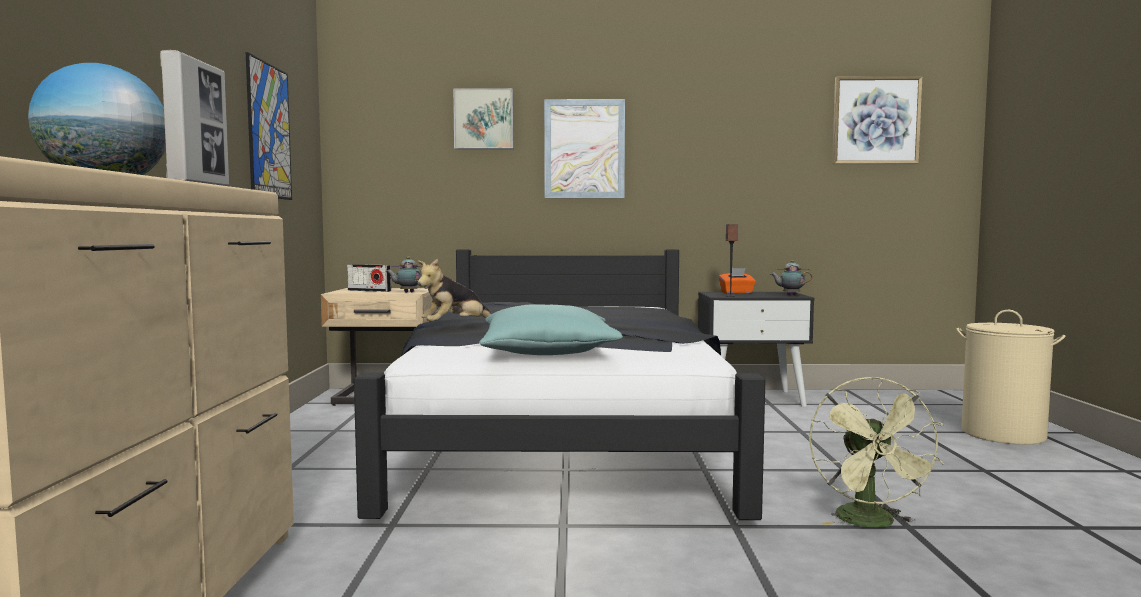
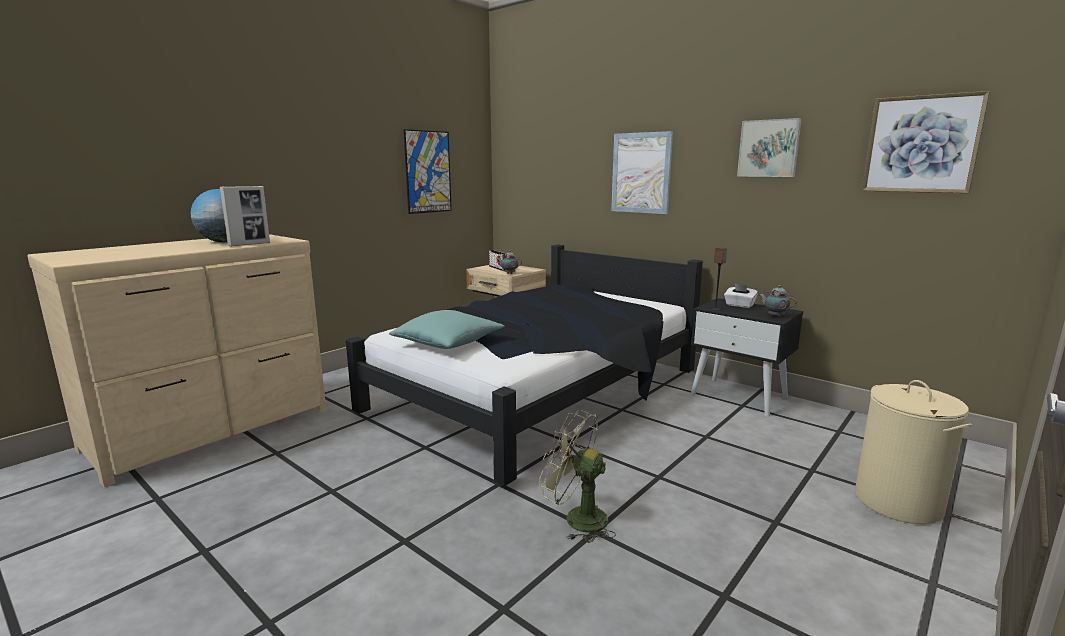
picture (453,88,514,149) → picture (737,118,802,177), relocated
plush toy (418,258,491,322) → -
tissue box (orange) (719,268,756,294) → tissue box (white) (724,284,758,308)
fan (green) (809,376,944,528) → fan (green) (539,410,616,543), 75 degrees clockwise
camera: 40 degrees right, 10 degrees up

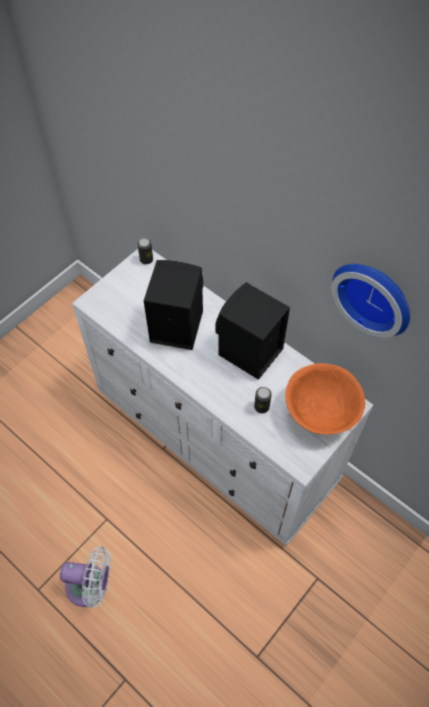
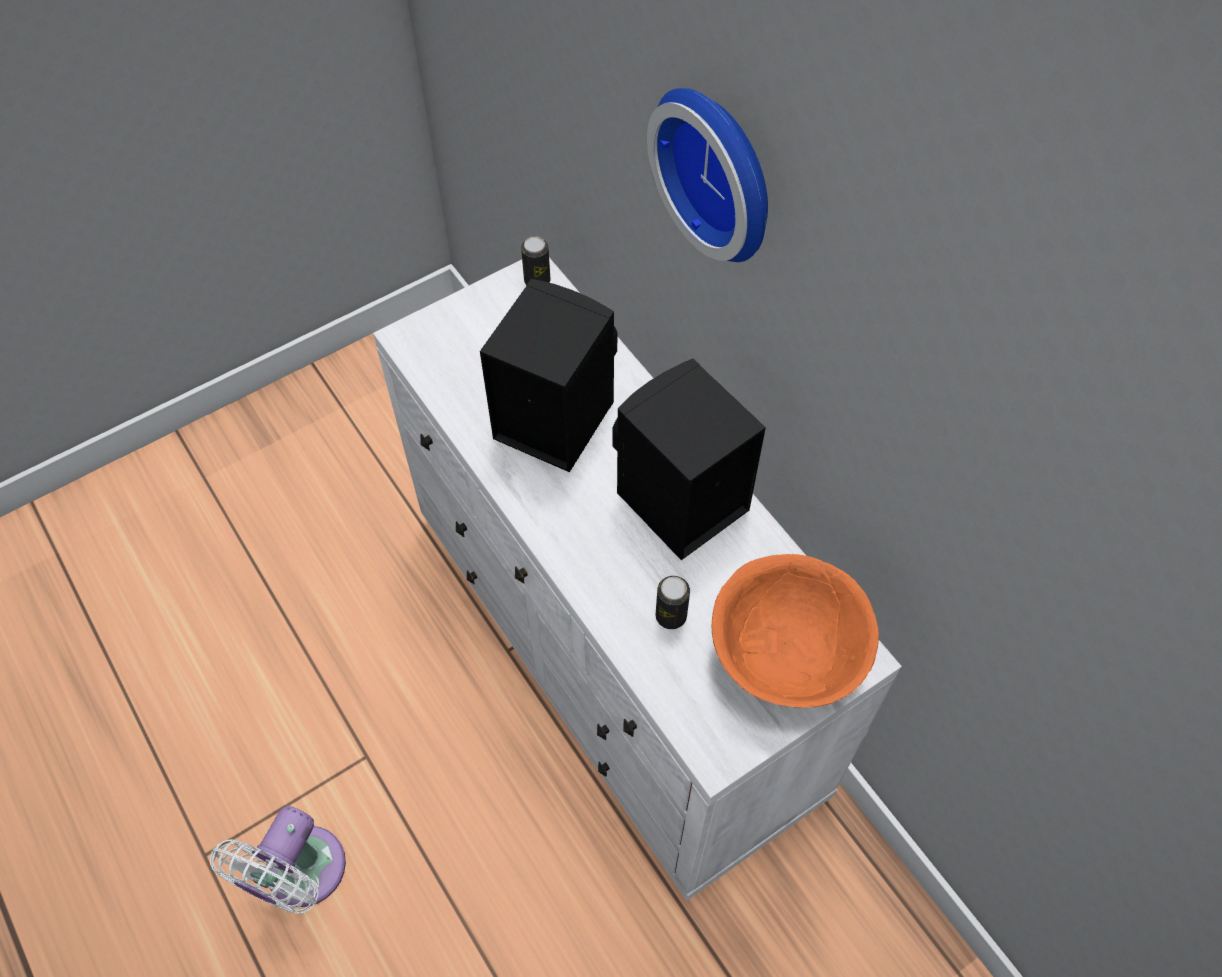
wall clock (331,264,410,338) → wall clock (647,88,768,262), relocated
fan (white) (60,546,111,608) → fan (white) (210,806,346,914), 90 degrees clockwise
camera: 15 degrees right, 0 degrees up

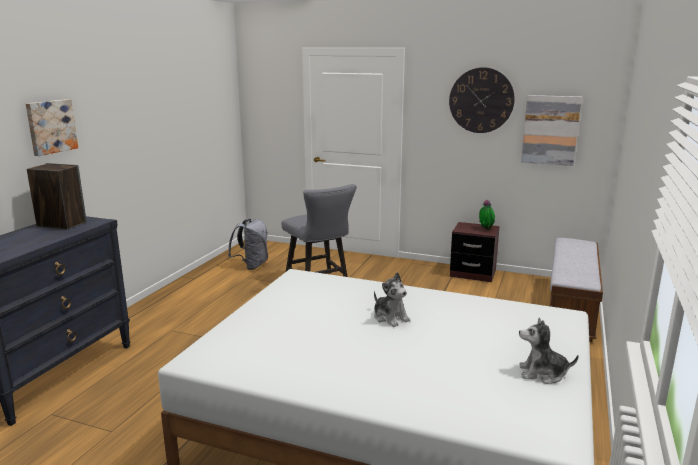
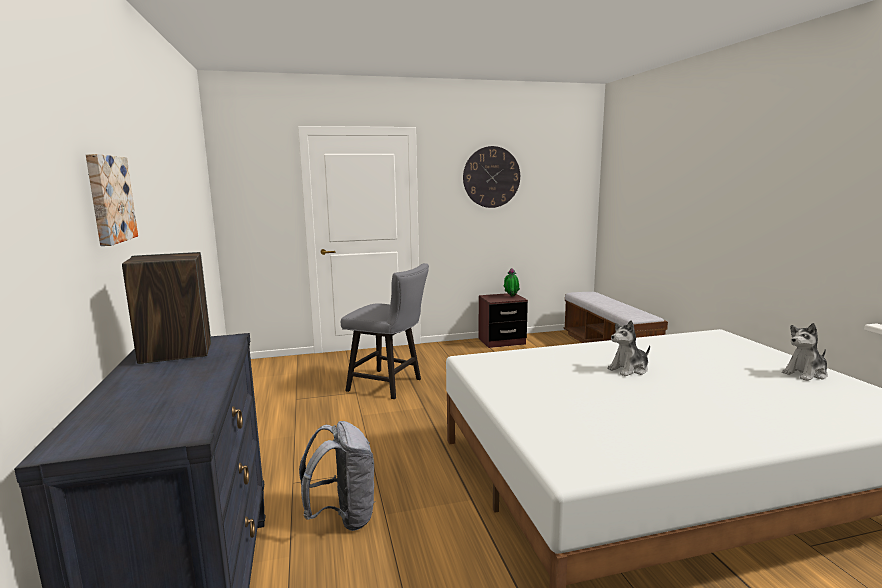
picture (521,95,582,166) → -
backpack (grey) (228,219,268,270) → backpack (grey) (299,421,374,531), relocated
plush toy (374,272,410,327) → plush toy (607,320,650,376), 135 degrees clockwise
camera: 35 degrees left, 5 degrees down

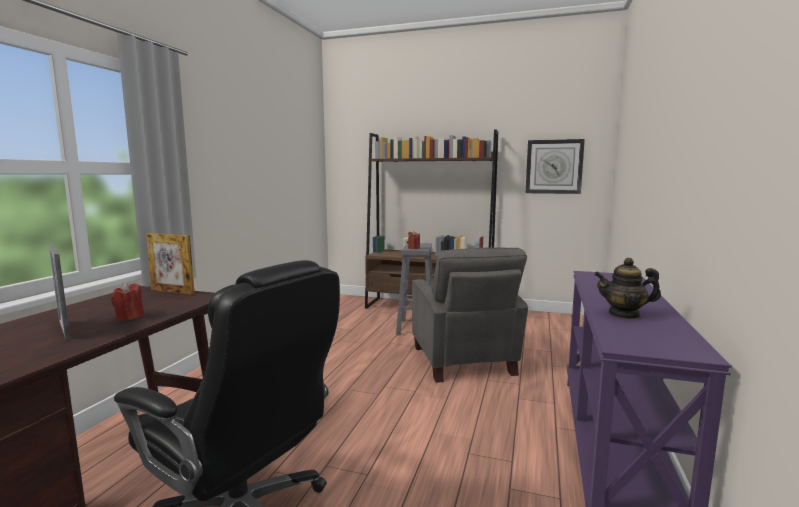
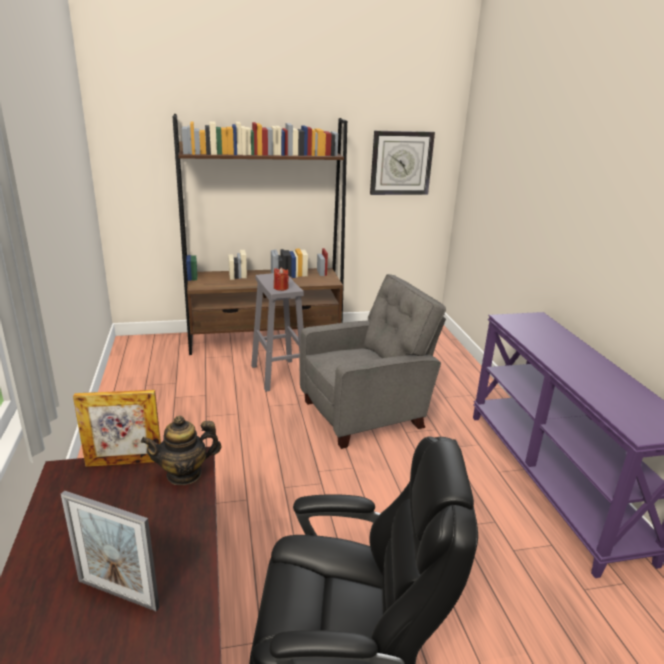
armchair (grey) (412,247,528,383) → armchair (grey) (300,274,446,449), 75 degrees counterclockwise
teapot (594,258,661,319) → teapot (141,416,221,485), relocated
candle (red) (111,283,144,321) → -
camera: 30 degrees left, 15 degrees up

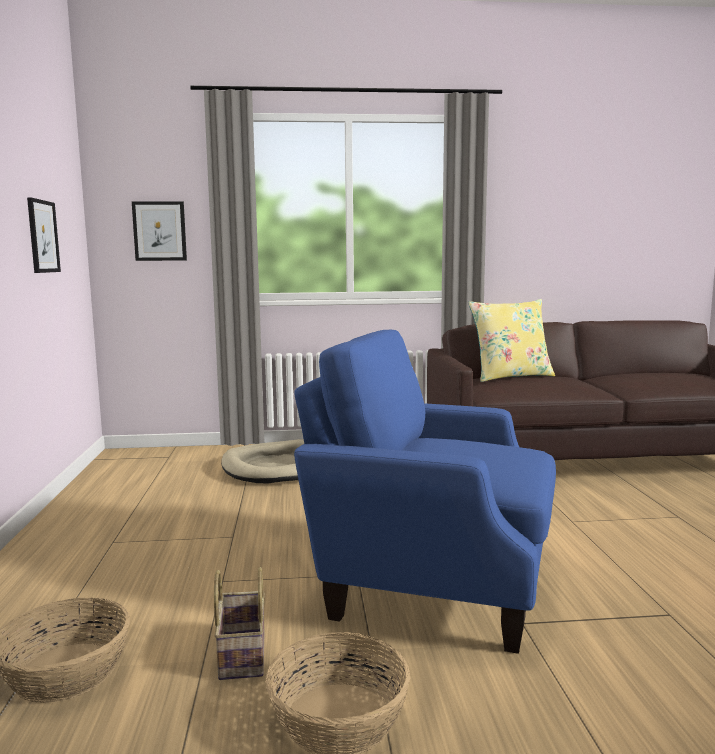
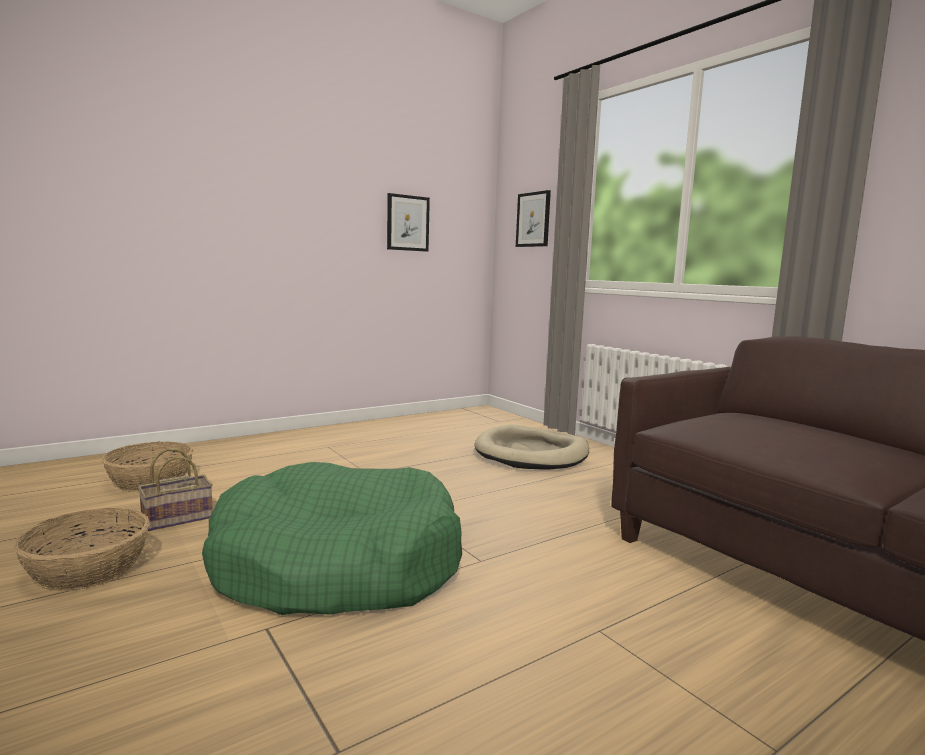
pillow (yellow) (468,299,555,382) → -
armchair (blue) (294,330,556,654) → dog bed (green) (202,462,462,615)
camera: 60 degrees right, 0 degrees up

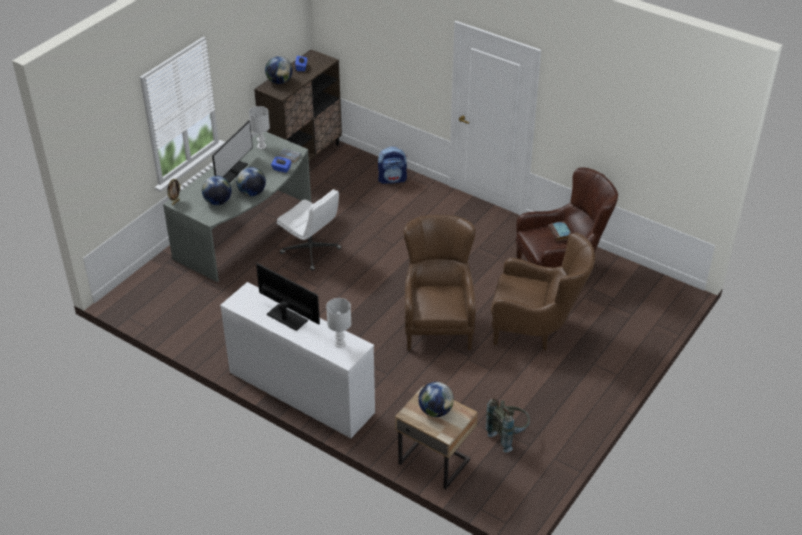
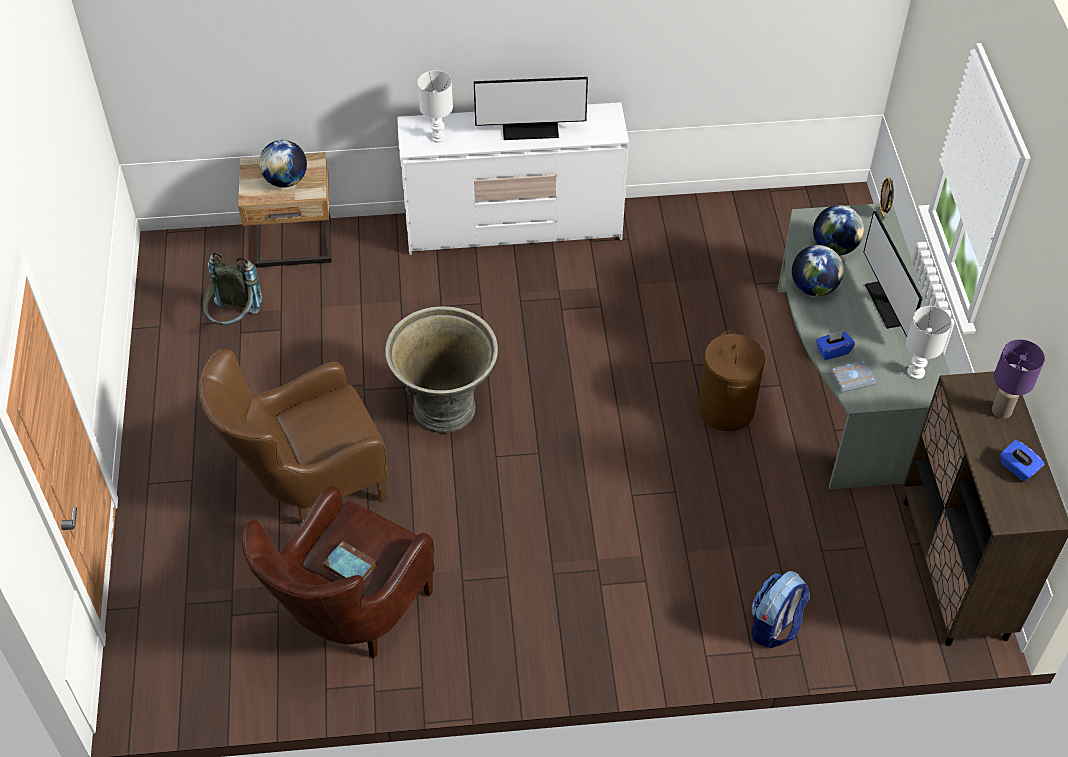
globe (265,56,293,84) → table lamp (purple) (992,339,1045,419)
office chair (white) (277,189,342,271) → laundry basket (brown) (698,330,765,431)
armchair (brown) (404,215,476,350) → planter (grey) (385,306,498,433)
camera: 140 degrees right, 10 degrees up

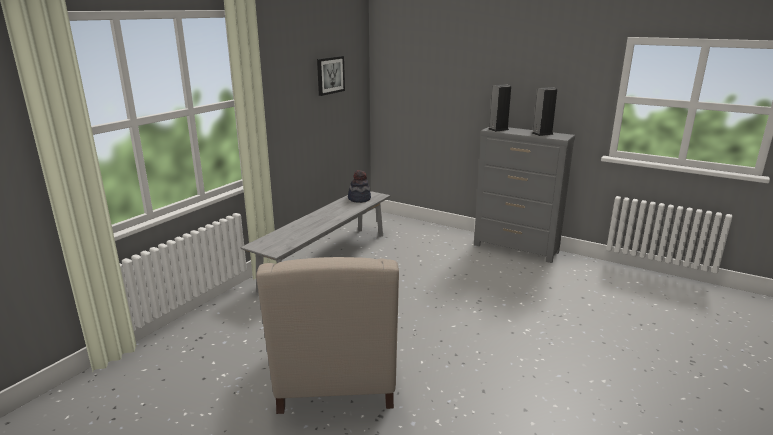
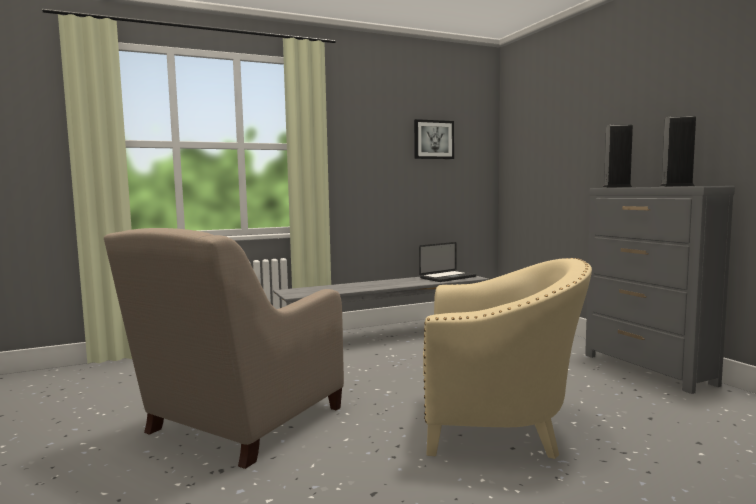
hat (348,170,371,203) → laptop (419,242,477,282)
- → armchair (beige) (423,258,592,459)
camera: 35 degrees right, 15 degrees down

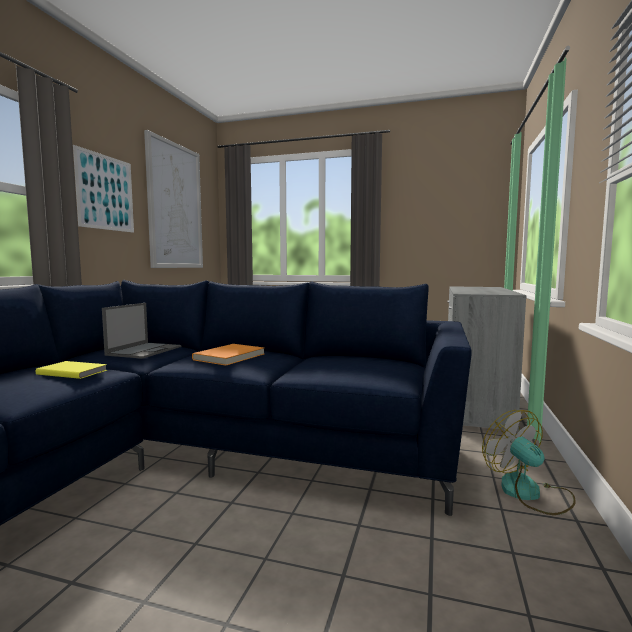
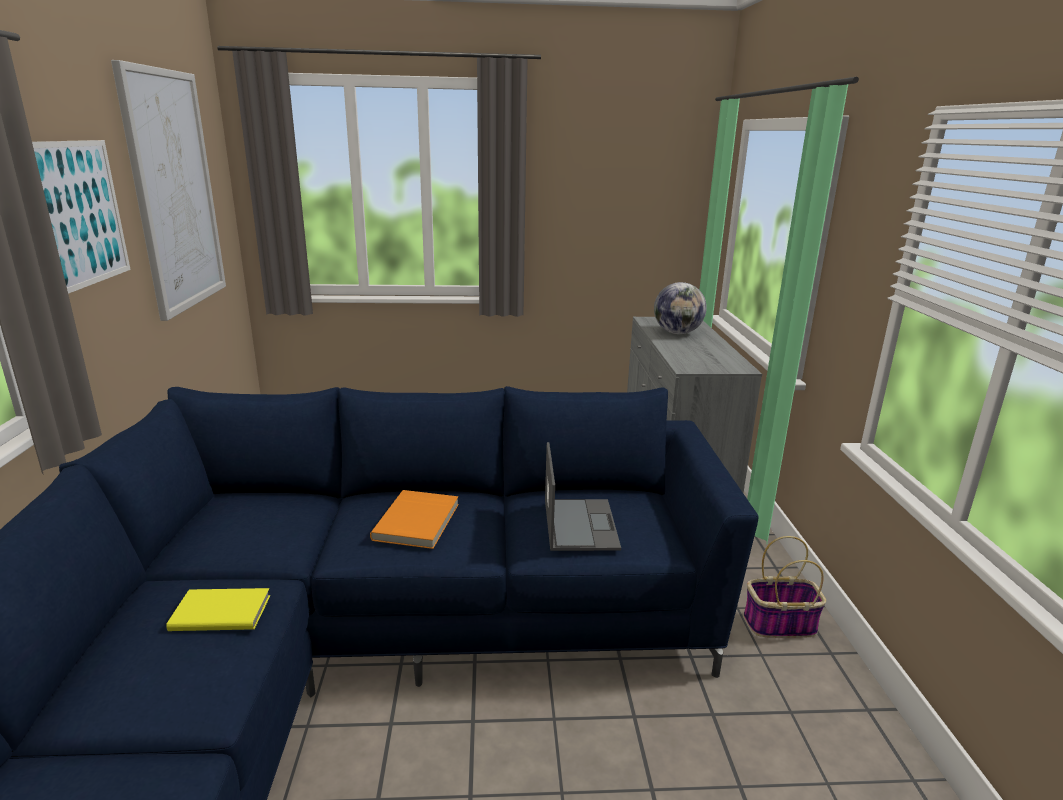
laptop (102,303,181,359) → laptop (545,442,621,551), relocated
fan (482,410,576,515) → basket (743,536,826,638)
- → globe (654,282,707,334)
camera: 20 degrees left, 15 degrees up

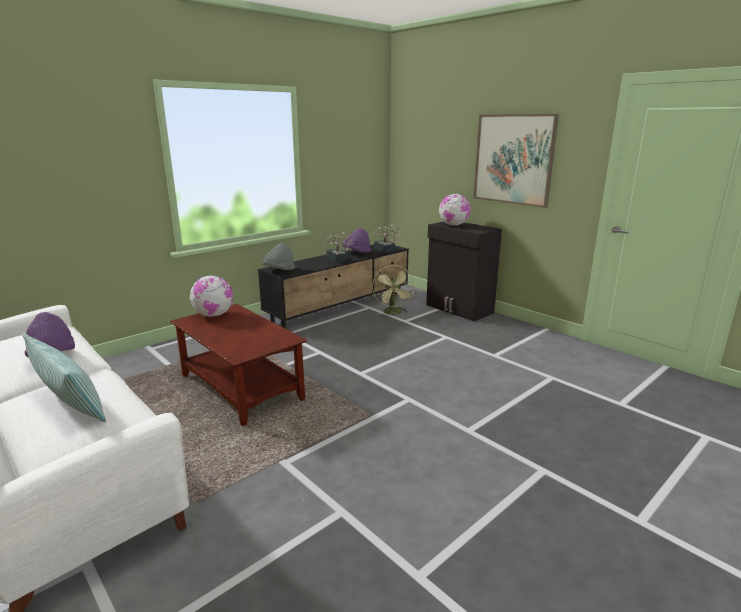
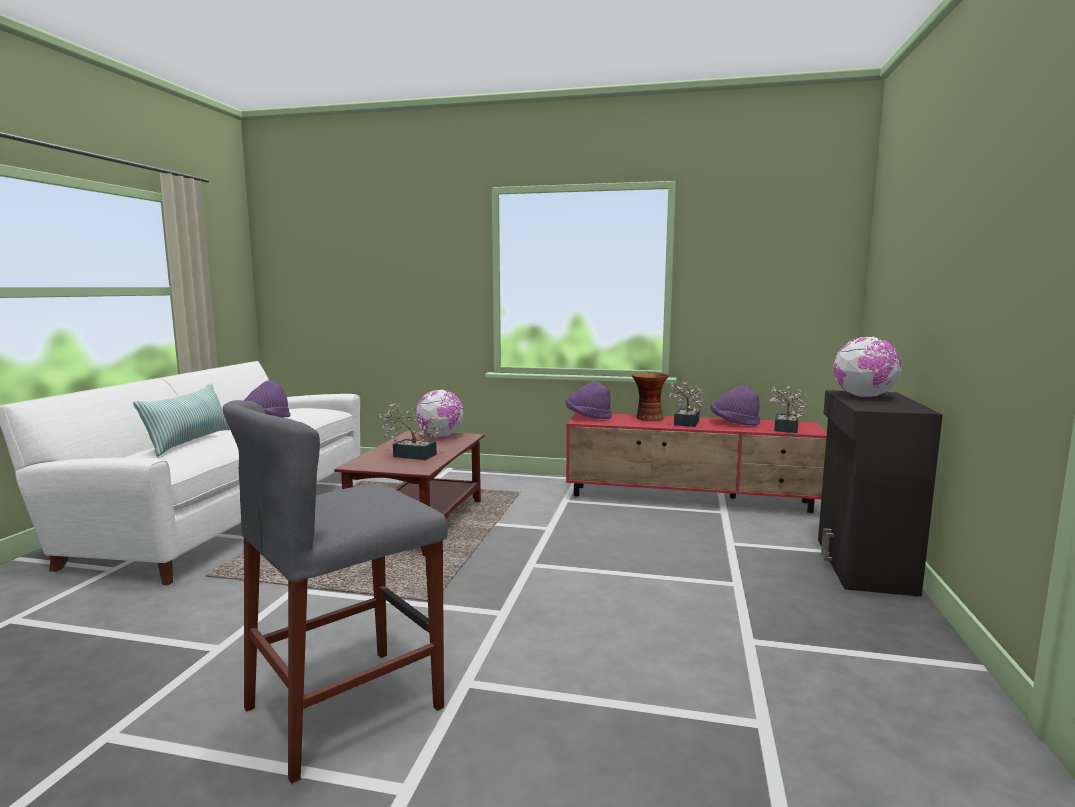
picture (473,114,559,208) → -
hat (grey) (262,243,295,270) → hat (purple) (566,381,612,419)
tv stand (black) (258,244,409,329) → tv stand (red) (566,413,827,513)
fan (green) (372,265,414,315) → -
- → vase (632,373,669,421)
- → stool (grey) (223,400,448,784)
- → potted plant (379,403,443,460)
camera: 55 degrees right, 10 degrees down

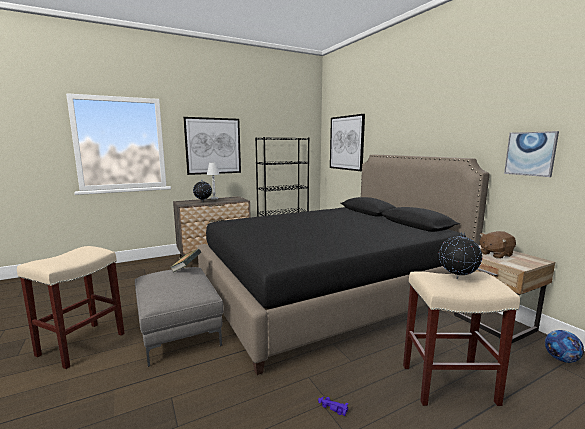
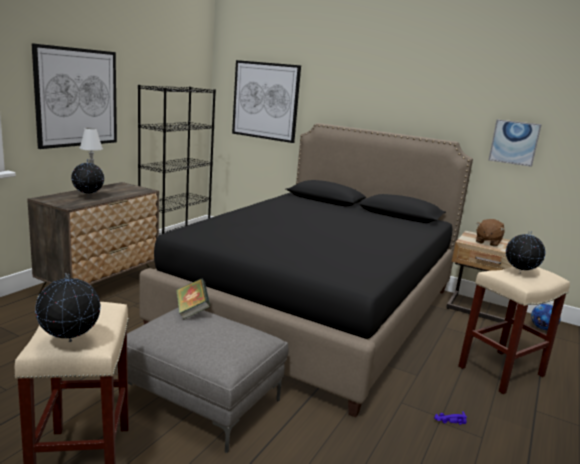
- → globe (35,273,101,342)
camera: 35 degrees left, 5 degrees up

